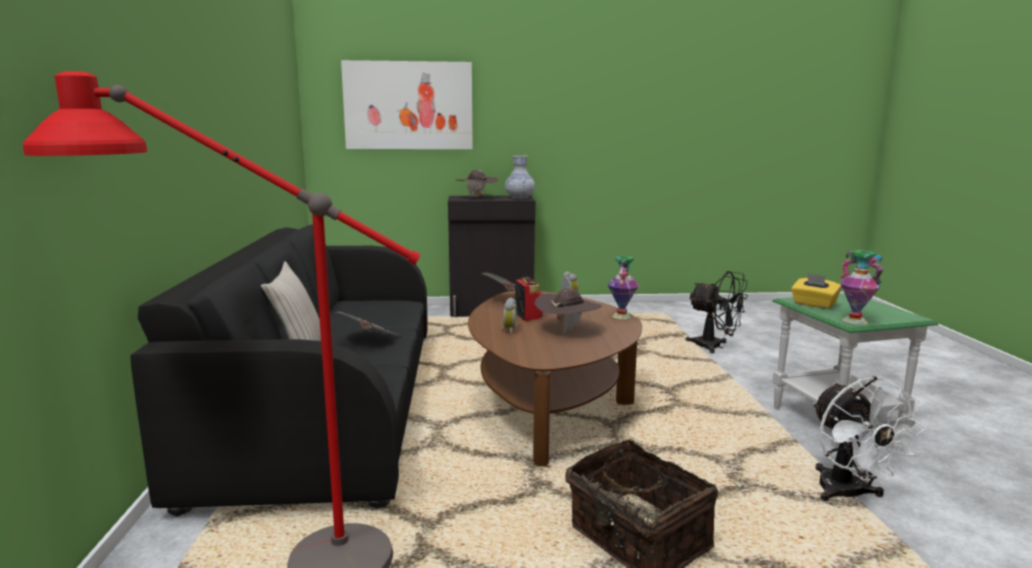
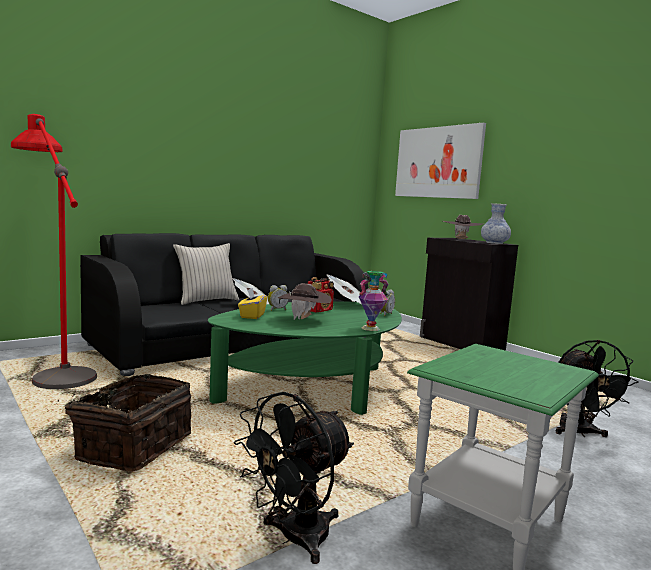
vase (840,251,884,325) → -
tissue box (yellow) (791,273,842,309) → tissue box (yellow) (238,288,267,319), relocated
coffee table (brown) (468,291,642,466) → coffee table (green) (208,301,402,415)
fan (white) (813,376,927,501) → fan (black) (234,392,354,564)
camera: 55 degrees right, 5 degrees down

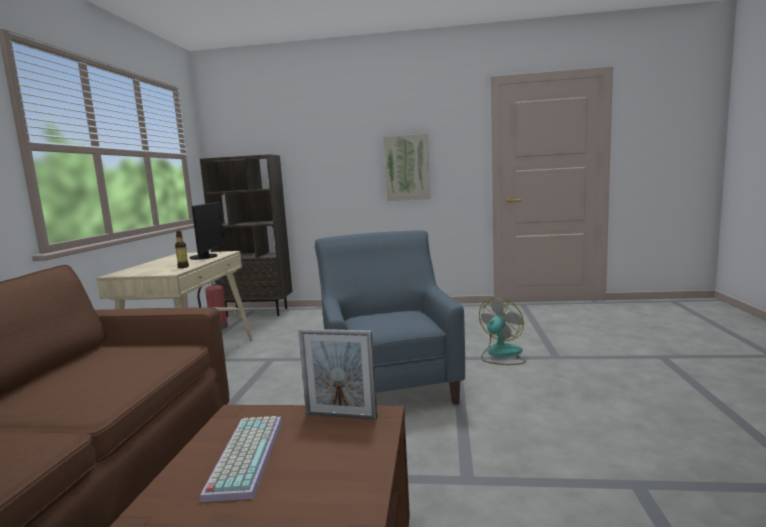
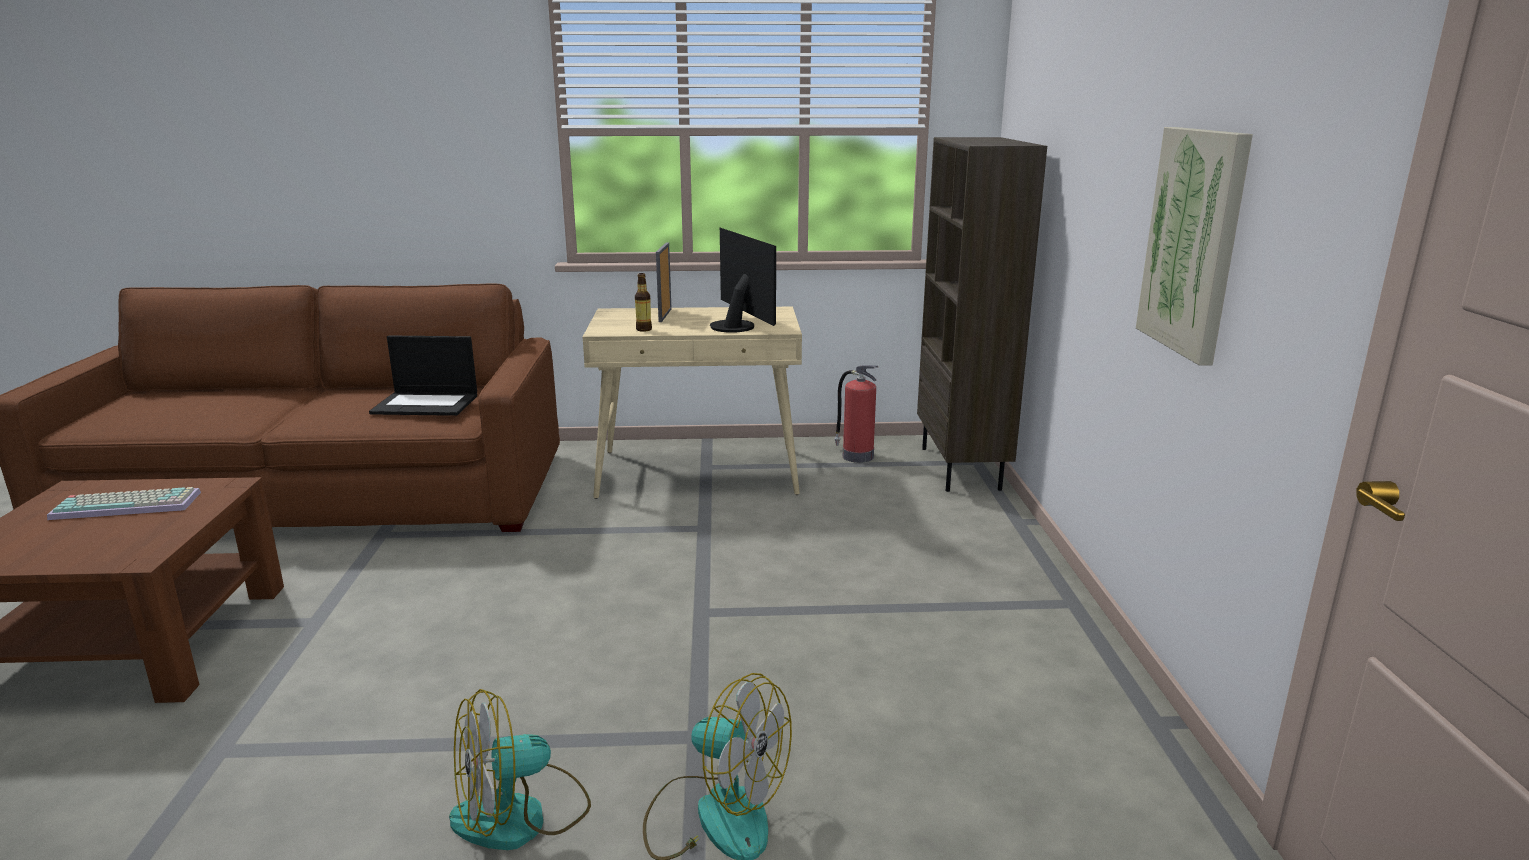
monitor (189,202,225,260) → monitor (710,228,776,333), 105 degrees counterclockwise
armchair (blue) (315,230,465,405) → -
picture frame (298,329,377,420) → picture frame (656,242,672,322), relocated
- → laptop (369,335,477,416)
- → fan (449,689,591,850)
camera: 80 degrees right, 10 degrees up

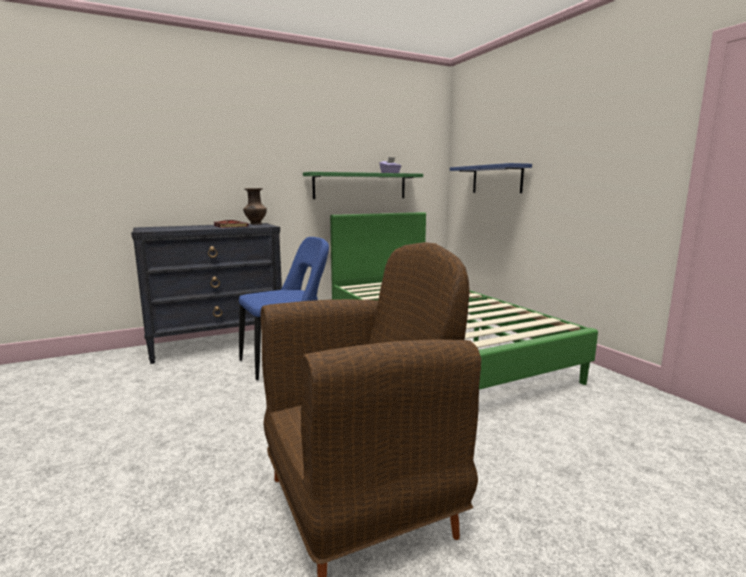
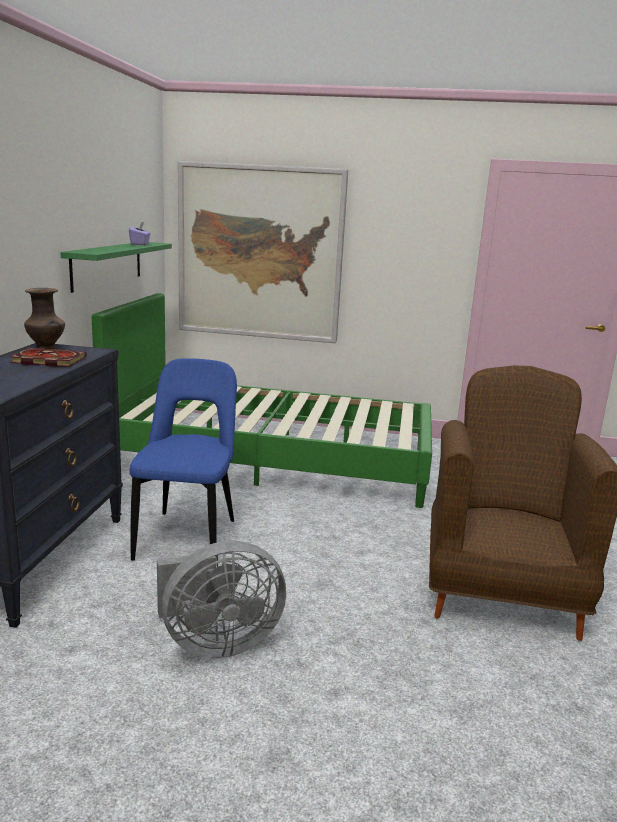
shelf (blue) (450,163,532,193) → picture (178,161,348,343)
- → fan (grey) (157,541,286,658)
camera: 55 degrees left, 5 degrees up

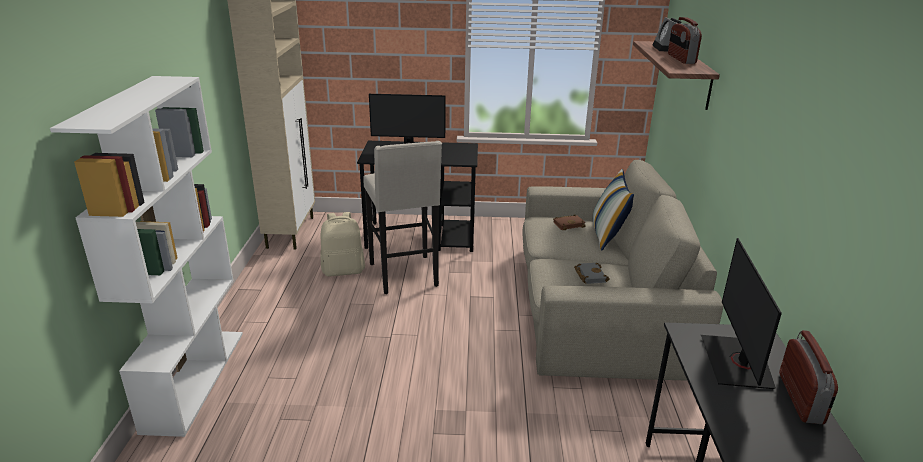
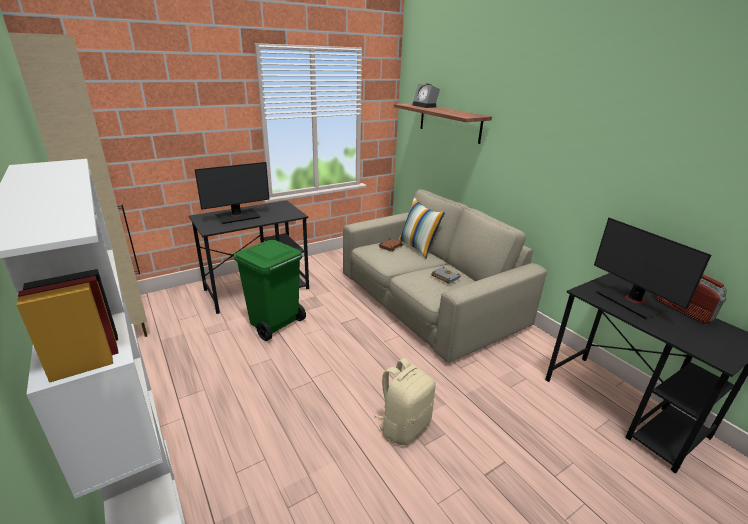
radio (668,17,702,64) → -
stool (beige) (363,141,442,294) → trash can (green) (234,240,306,341)
backpack (beige) (320,212,365,277) → backpack (beige) (375,358,436,445), relocated
camera: 35 degrees left, 0 degrees up

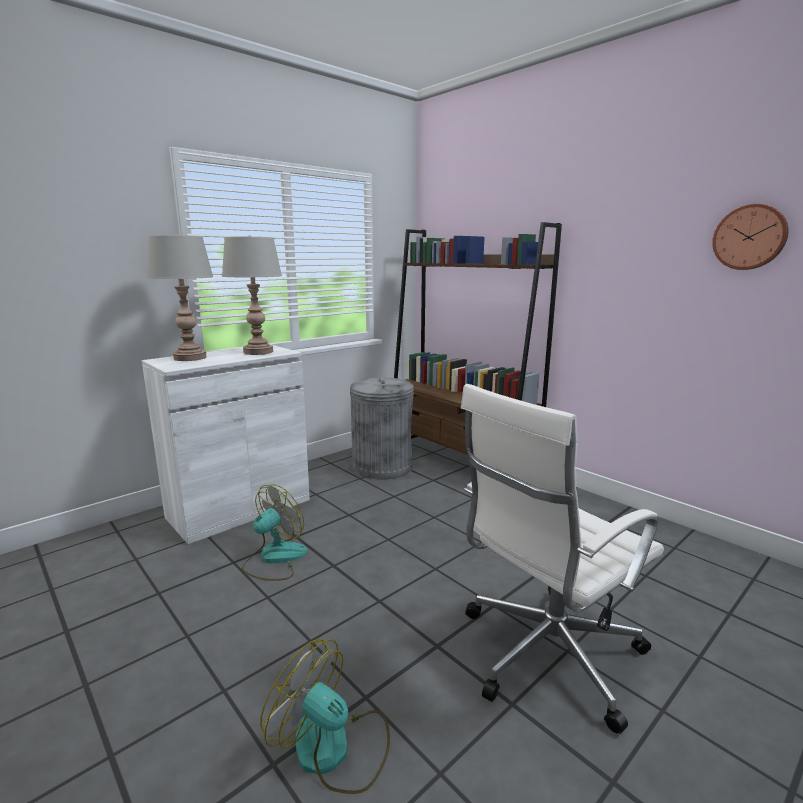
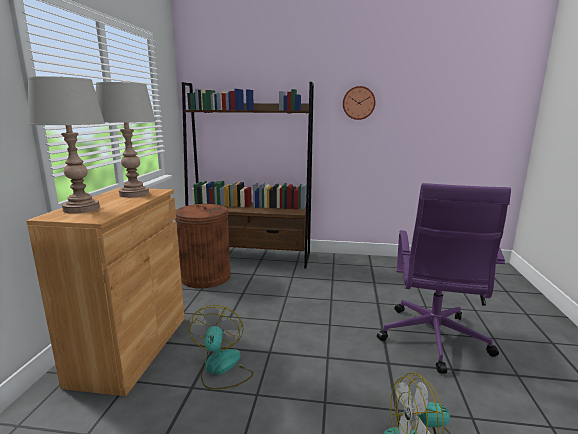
wall clock (712,204,789,270) → wall clock (343,86,376,120), relocated
cabinet (white) (142,344,310,544) → cabinet (brown) (26,187,185,396)
trash can (grey) (350,377,414,479) → trash can (brown) (175,204,230,288)
office chair (white) (461,384,664,734) → office chair (purple) (377,183,511,374)
camera: 40 degrees left, 0 degrees up

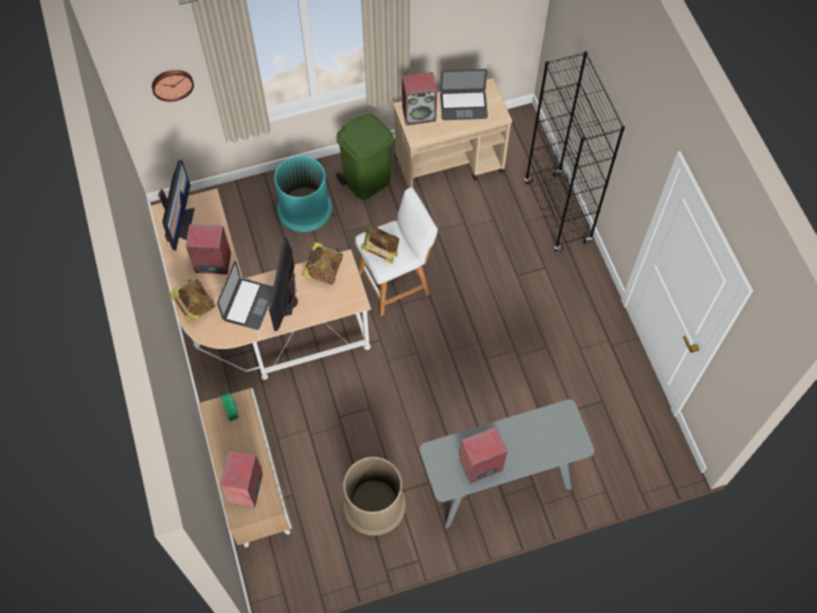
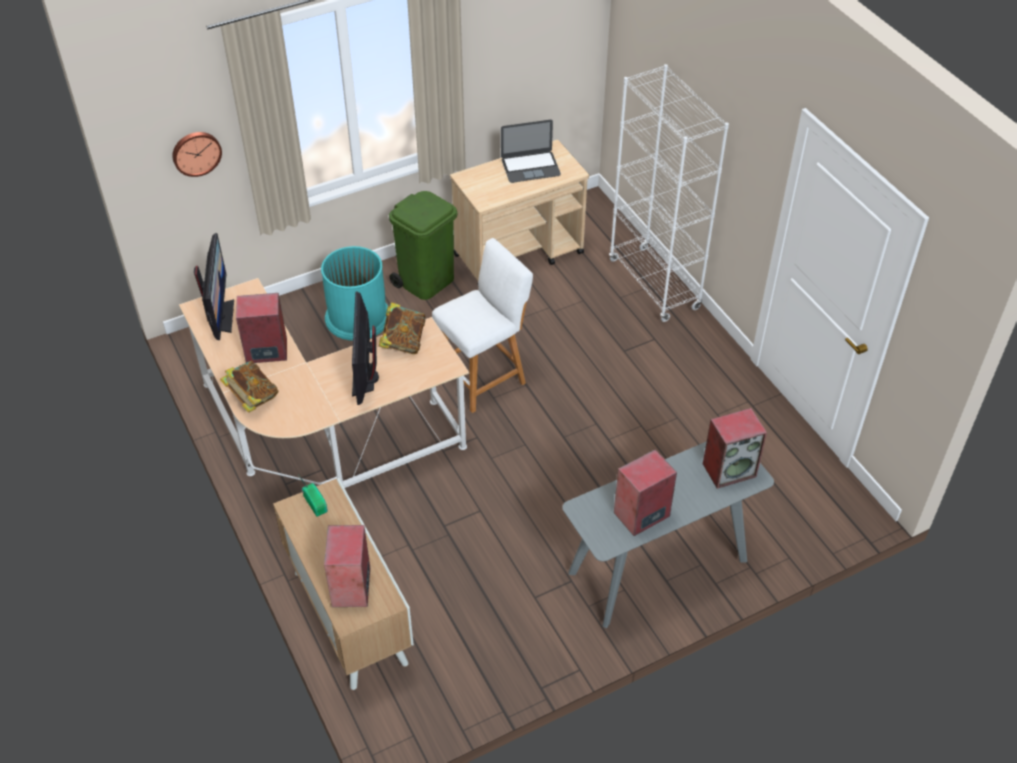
bookcase (black) (524,51,625,252) → bookcase (white) (609,64,729,322)
speaker (402,72,437,126) → speaker (703,408,767,489), relocated
book (361,225,399,264) → -
laptop (217,261,273,330) → -
trash can (brown) (343,457,406,536) → -
camera: 10 degrees left, 15 degrees down

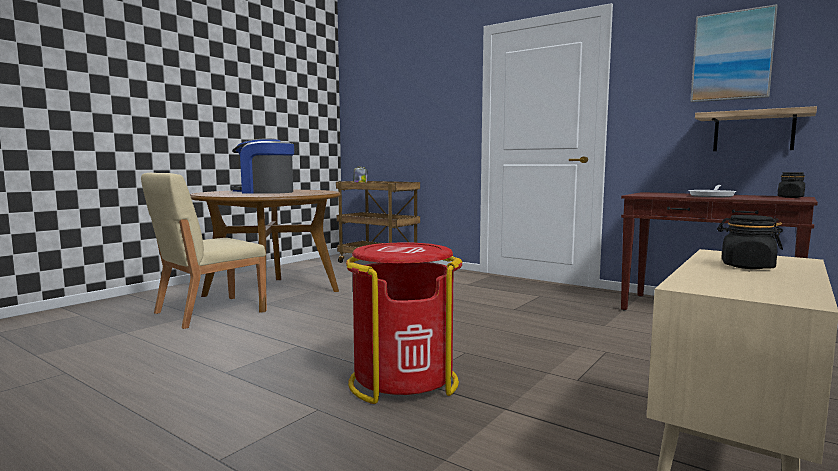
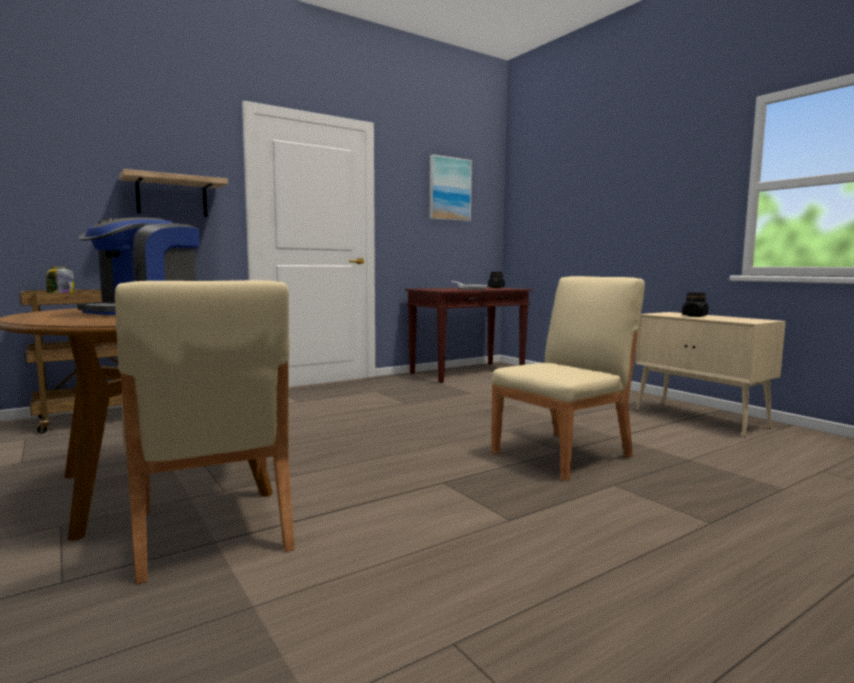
shelf (695,106,817,151) → shelf (119,169,228,217), relocated
trash can (red) (346,242,462,404) → chair (beige) (491,276,645,481)
camera: 70 degrees left, 0 degrees up

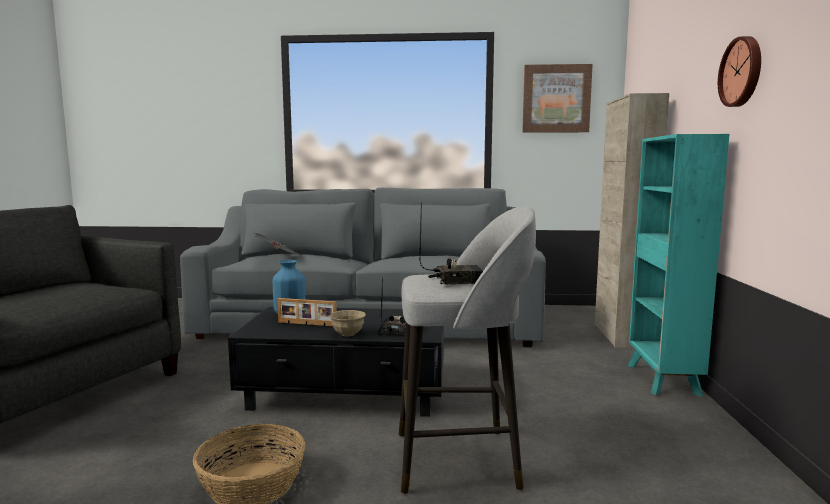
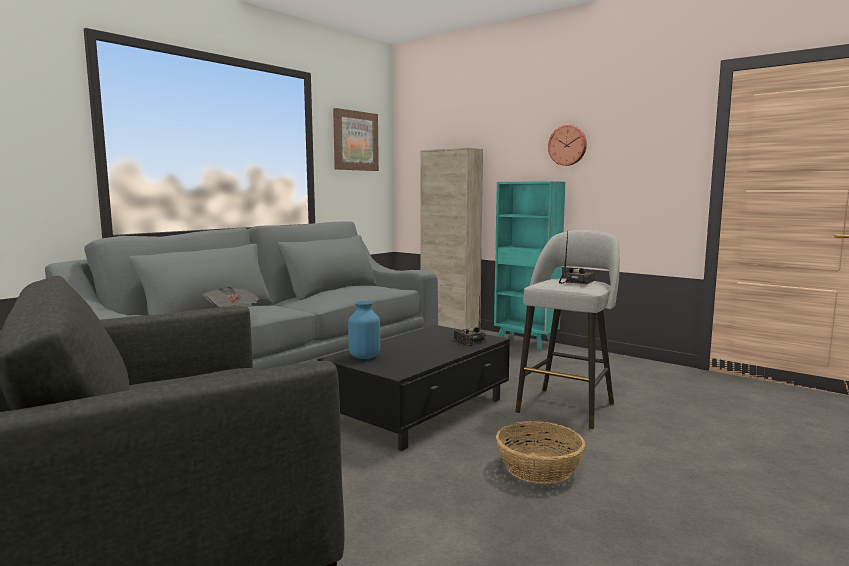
picture frame (277,298,337,326) → -
bowl (beige) (330,310,366,337) → -
camera: 55 degrees left, 0 degrees up

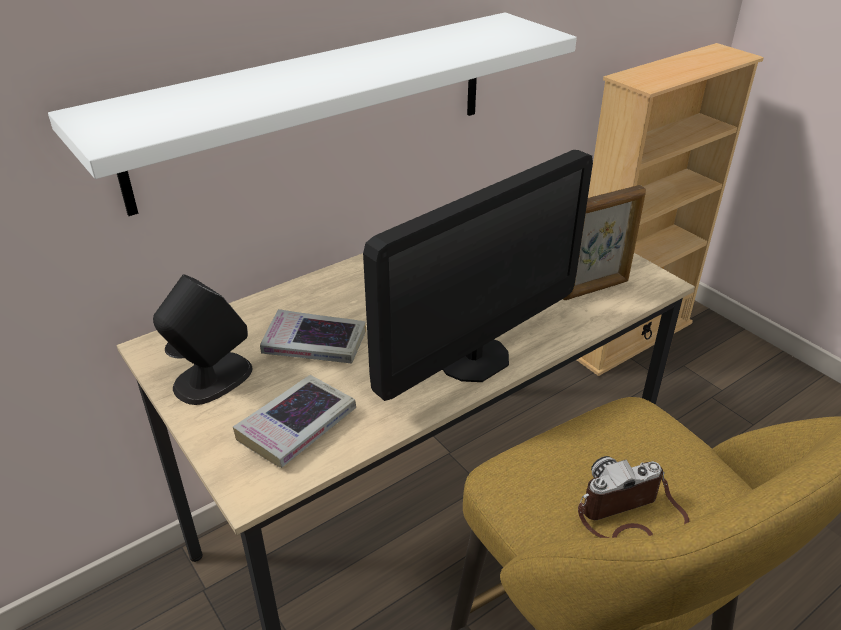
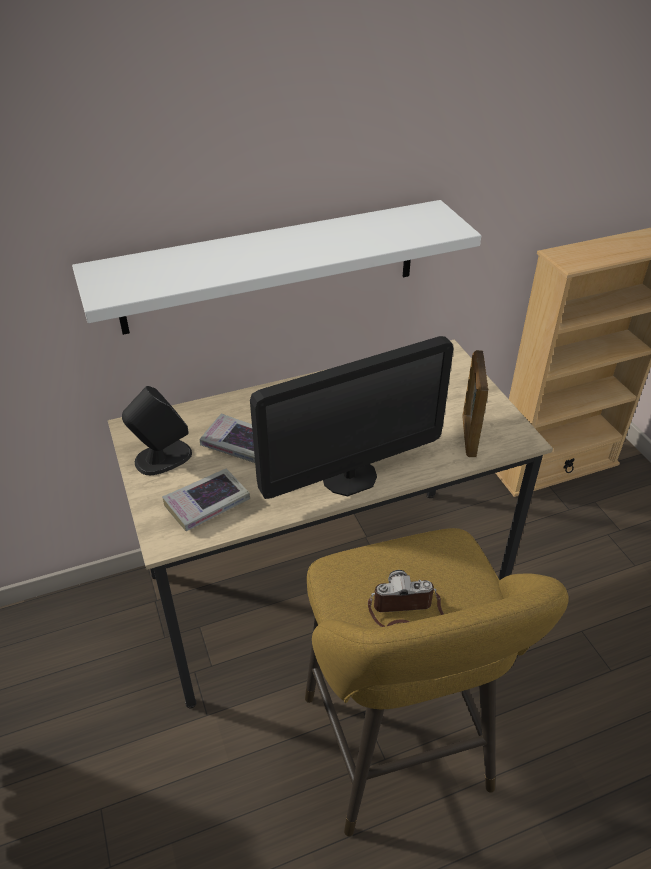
picture frame (563,185,646,300) → picture frame (462,350,488,457), 105 degrees clockwise
camera: 15 degrees right, 5 degrees up

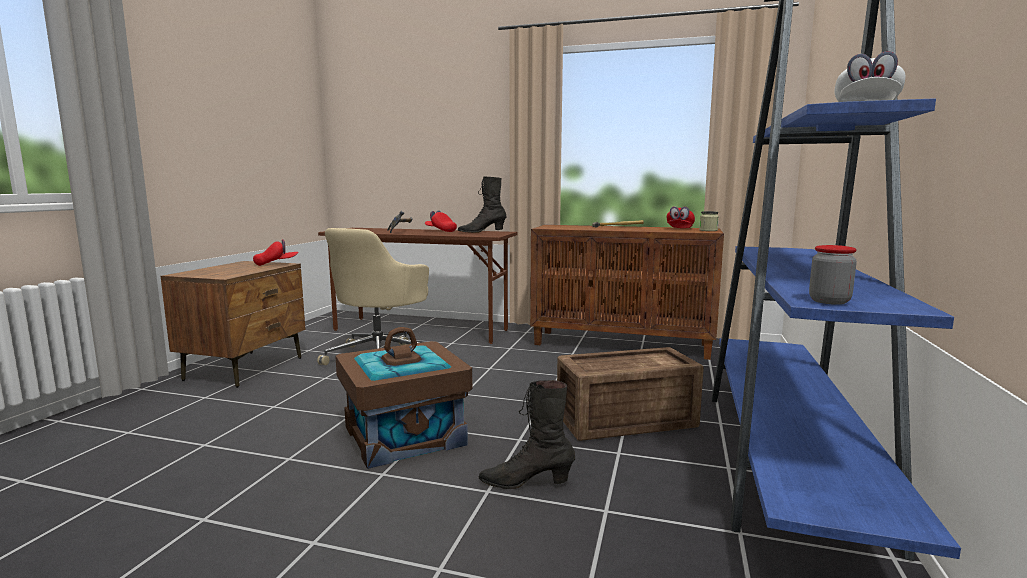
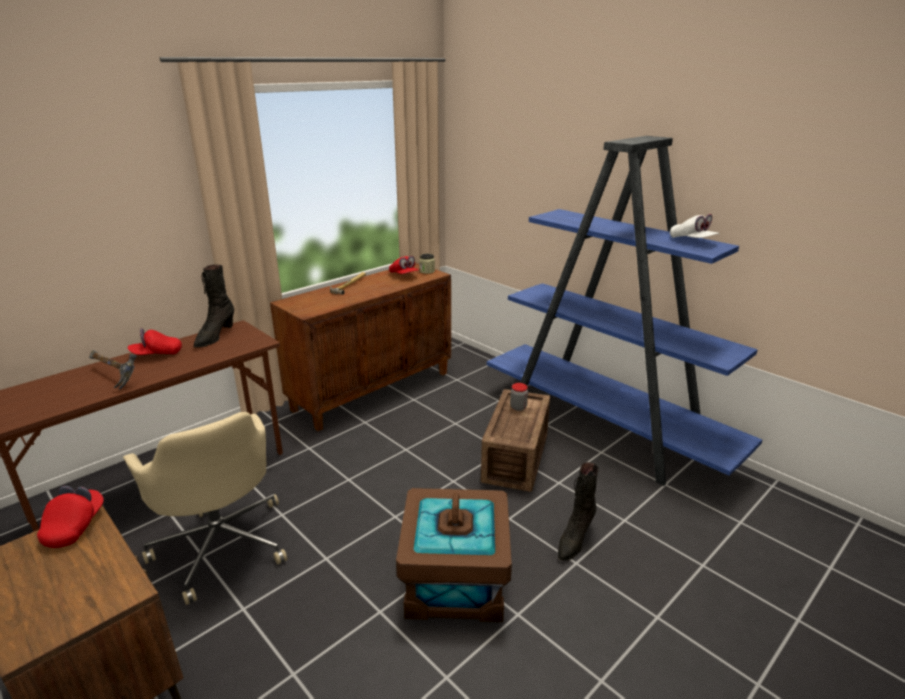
jar (809,245,857,305) → jar (510,383,528,411), relocated
camera: 60 degrees left, 15 degrees up

